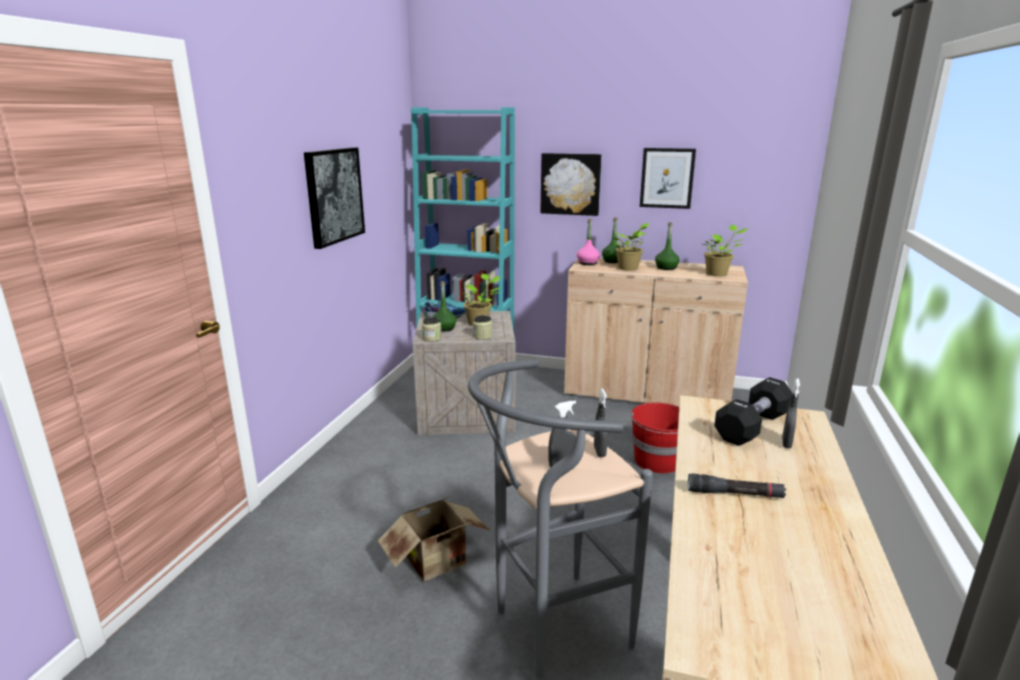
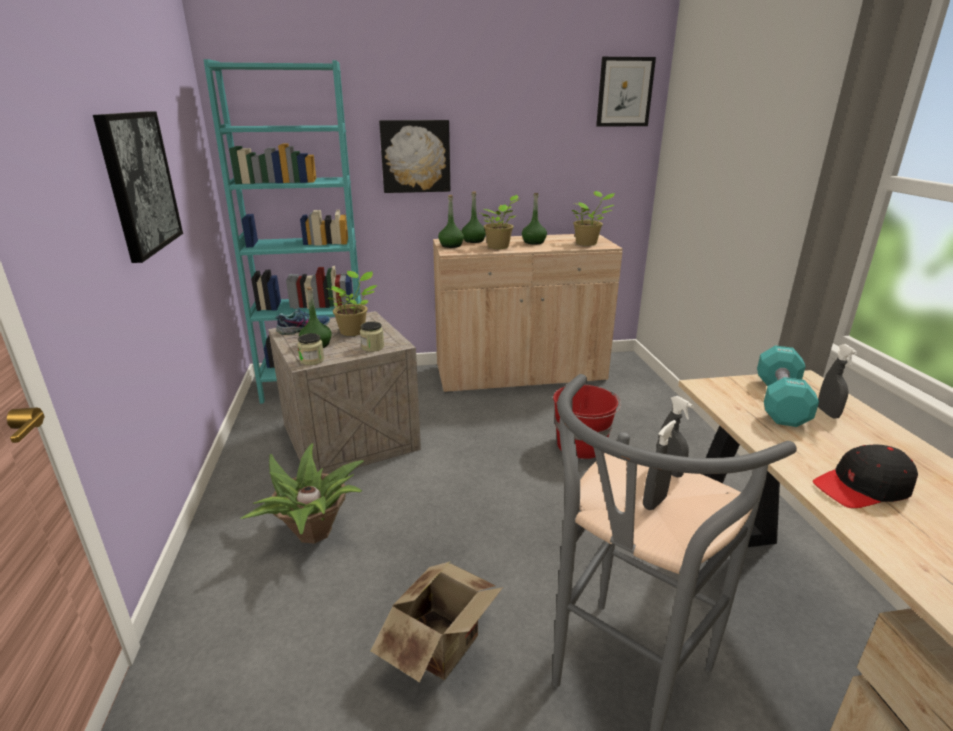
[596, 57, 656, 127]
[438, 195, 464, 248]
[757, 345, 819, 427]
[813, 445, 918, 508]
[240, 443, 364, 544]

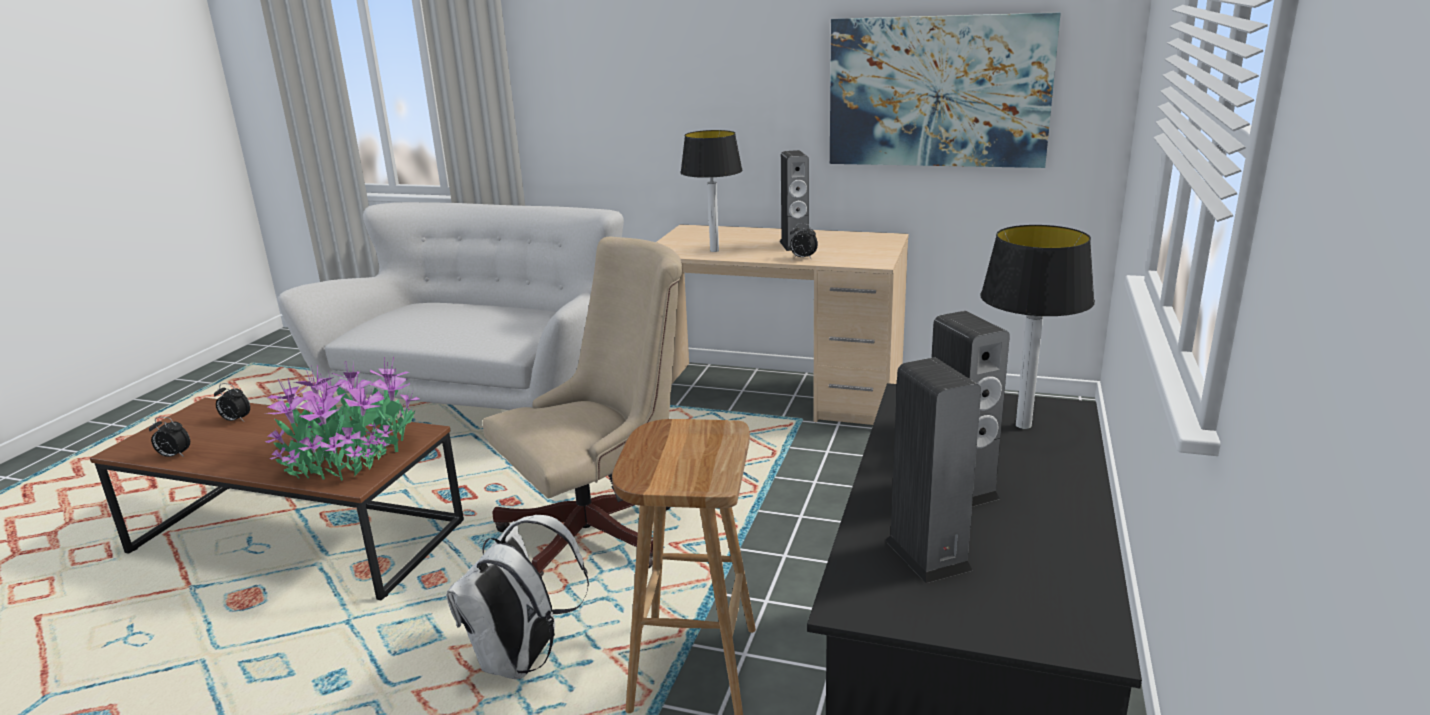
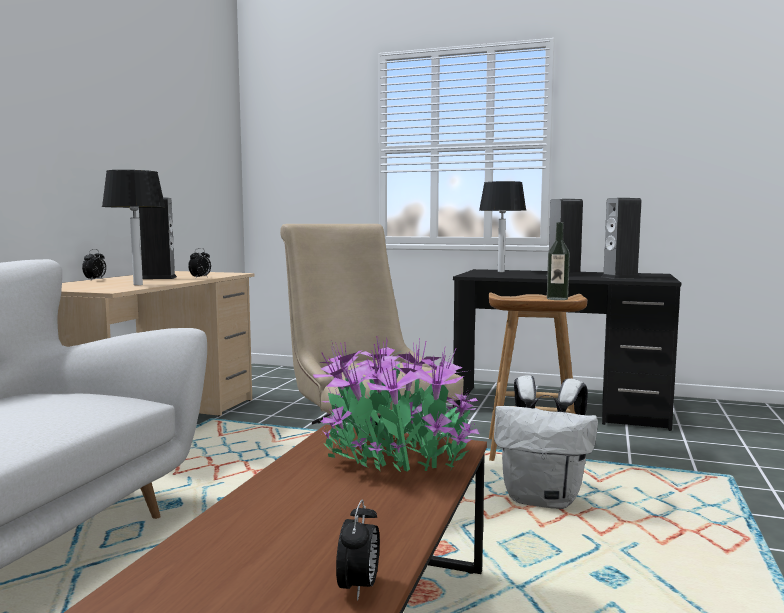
[830, 13, 1061, 168] (first image)
[82, 249, 106, 280]
[547, 222, 570, 300]

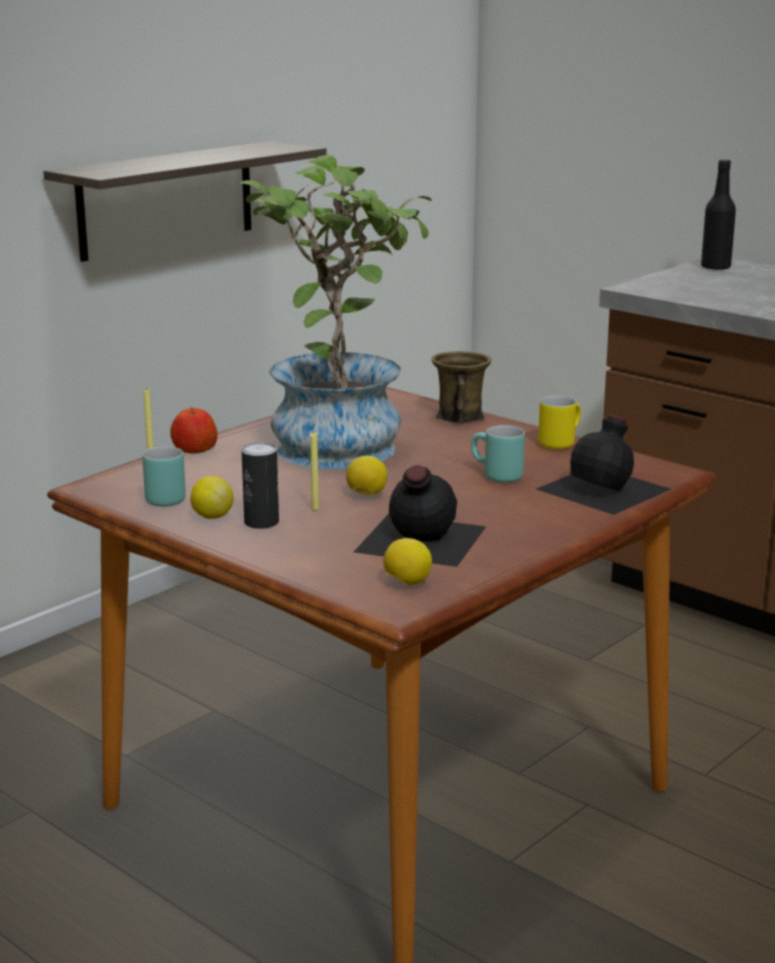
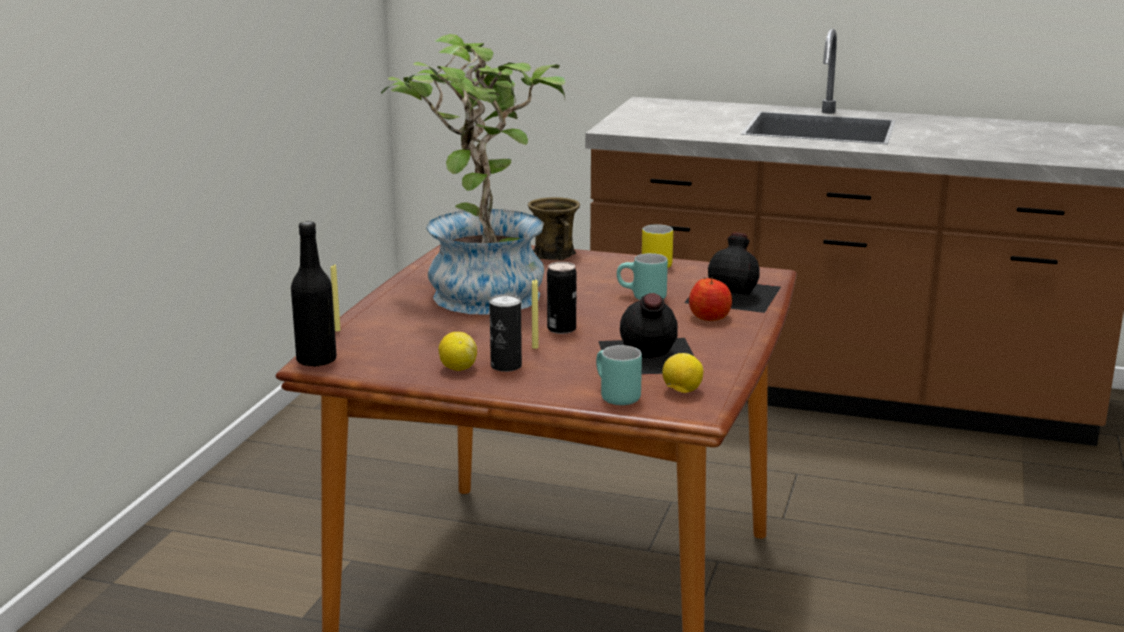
[43, 141, 327, 262] (first image)
[291, 221, 337, 367]
[689, 277, 732, 321]
[596, 345, 642, 405]
[547, 262, 577, 334]

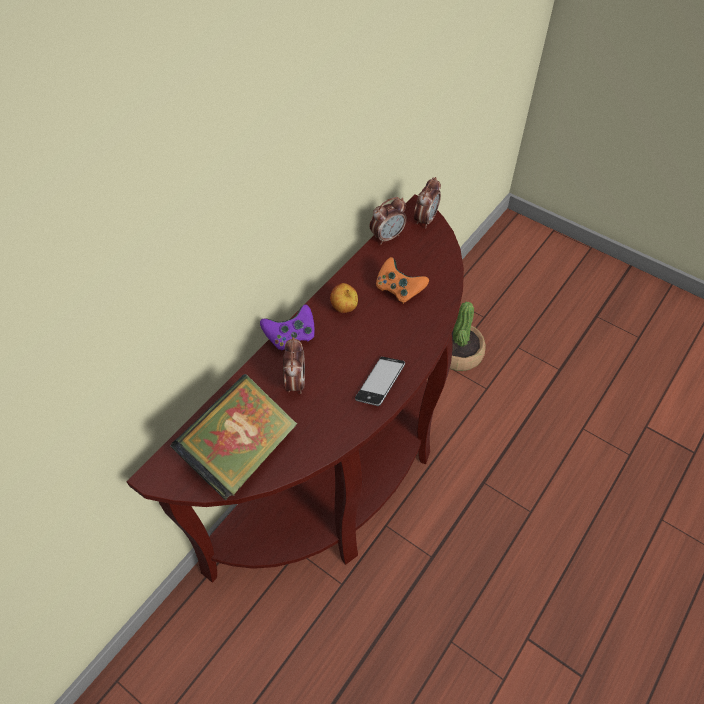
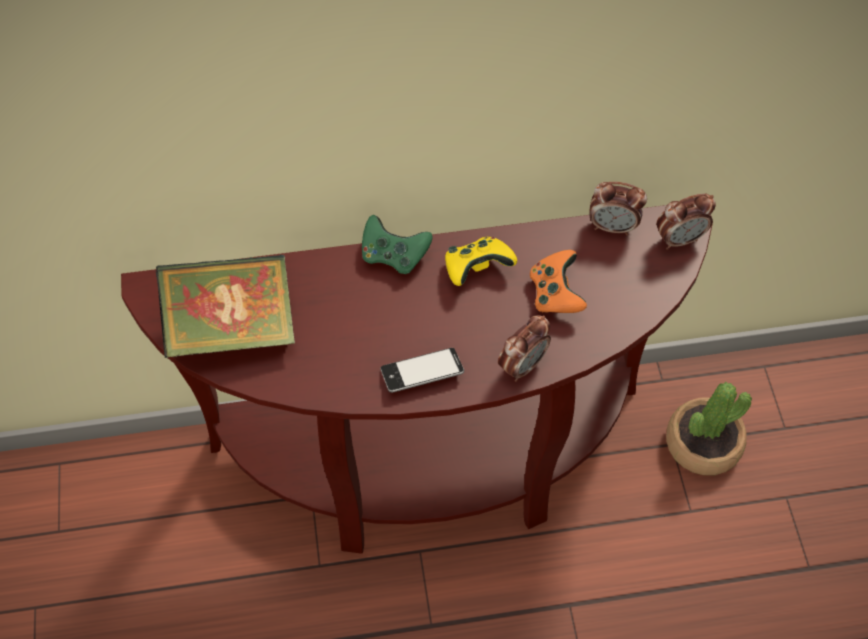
[445, 237, 517, 286]
[362, 215, 432, 274]
[498, 315, 551, 382]

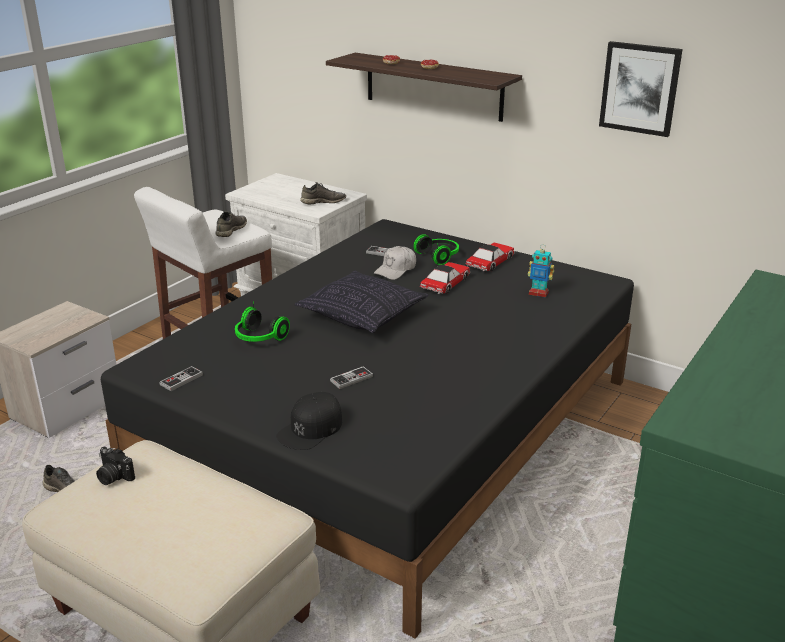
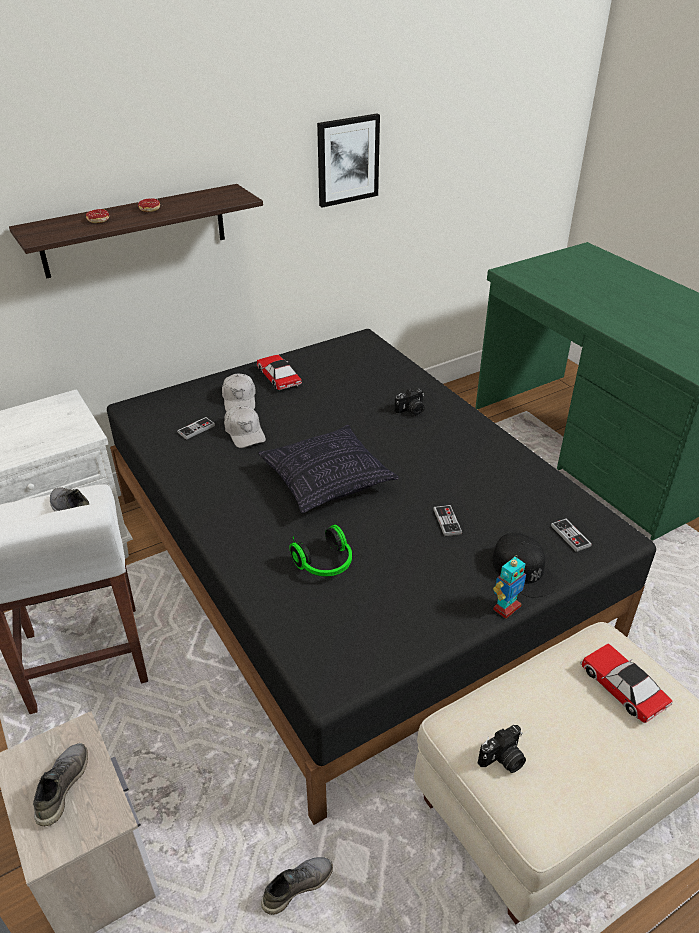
[33, 743, 88, 826]
[222, 374, 256, 412]
[493, 555, 526, 619]
[580, 643, 673, 723]
[551, 518, 592, 552]
[394, 388, 425, 416]

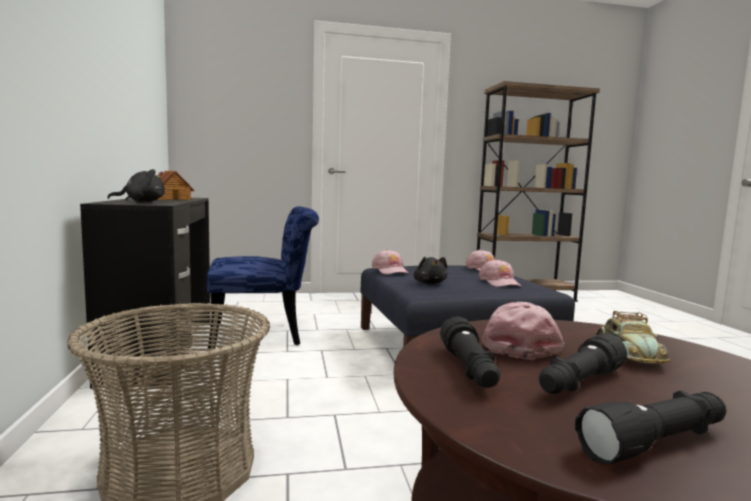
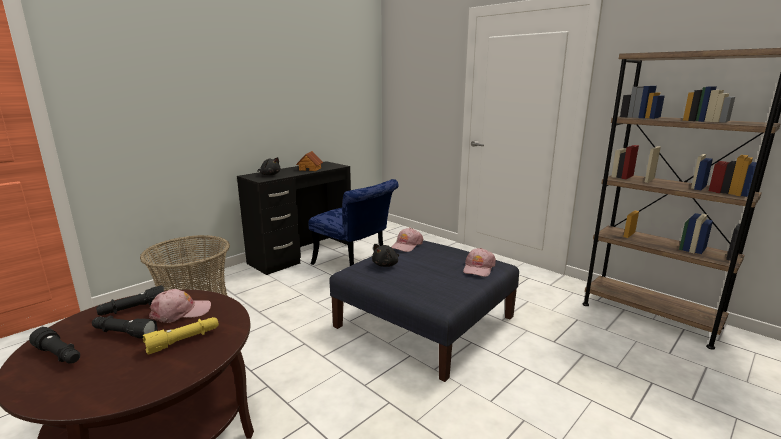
[479, 259, 521, 287] (first image)
[143, 317, 219, 355]

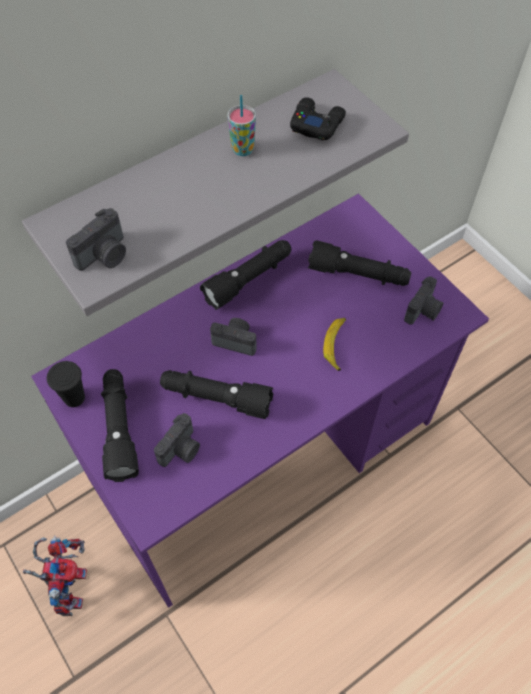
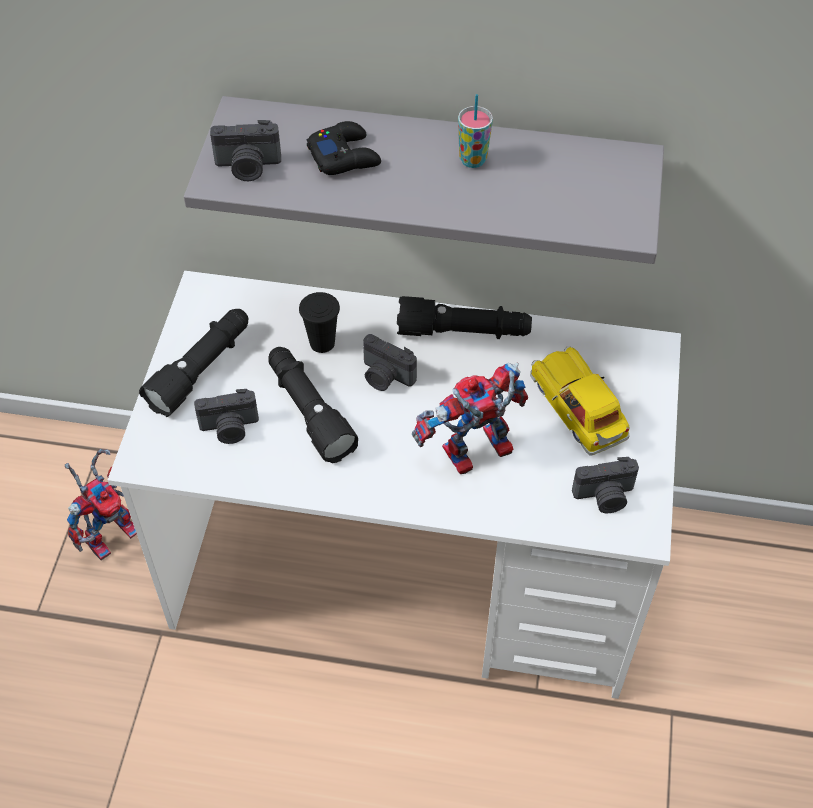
[306, 121, 381, 175]
[108, 271, 681, 699]
[530, 346, 630, 456]
[363, 334, 417, 391]
[412, 362, 528, 474]
[299, 292, 340, 353]

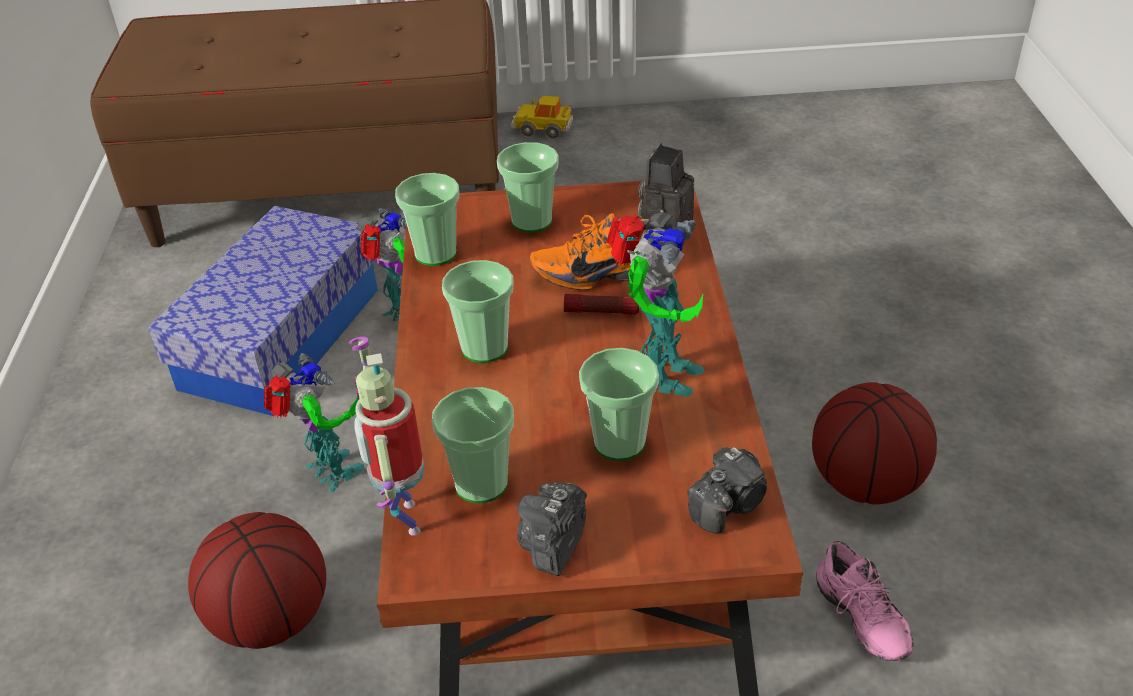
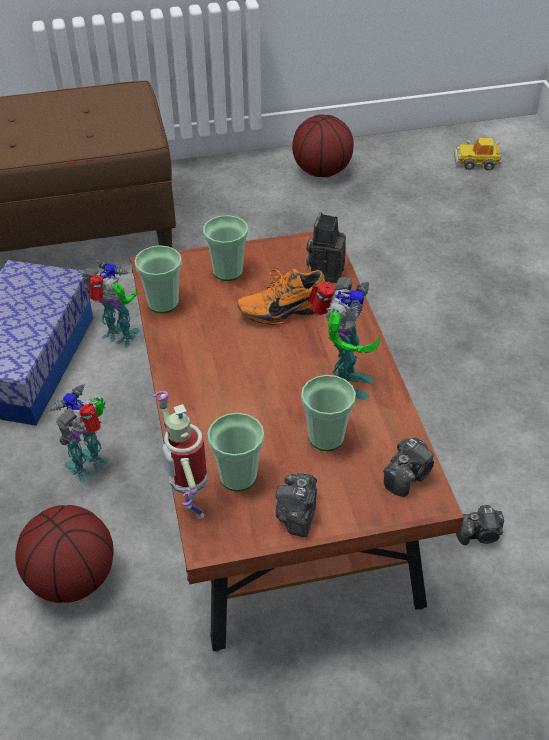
[454, 138, 502, 170]
[442, 260, 513, 363] (first image)
[564, 294, 640, 315] (first image)
[48, 384, 109, 483]
[292, 114, 354, 177]
[456, 505, 504, 545]

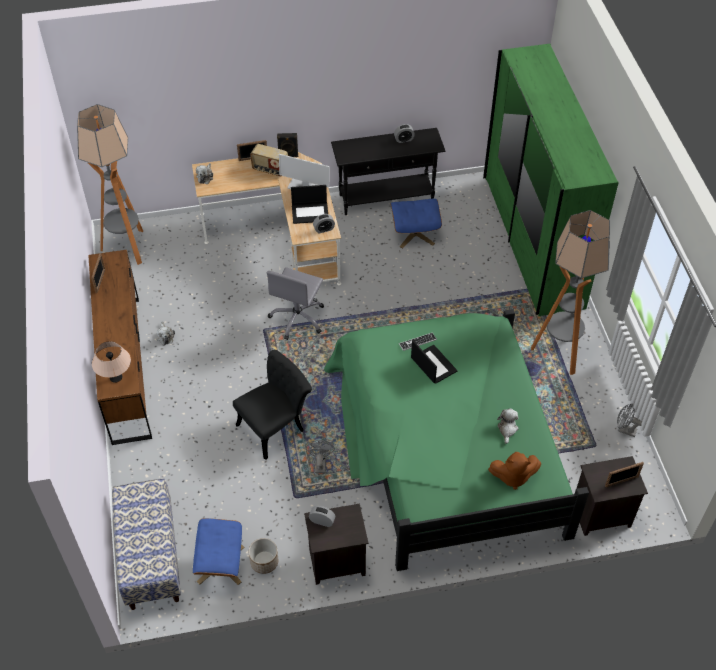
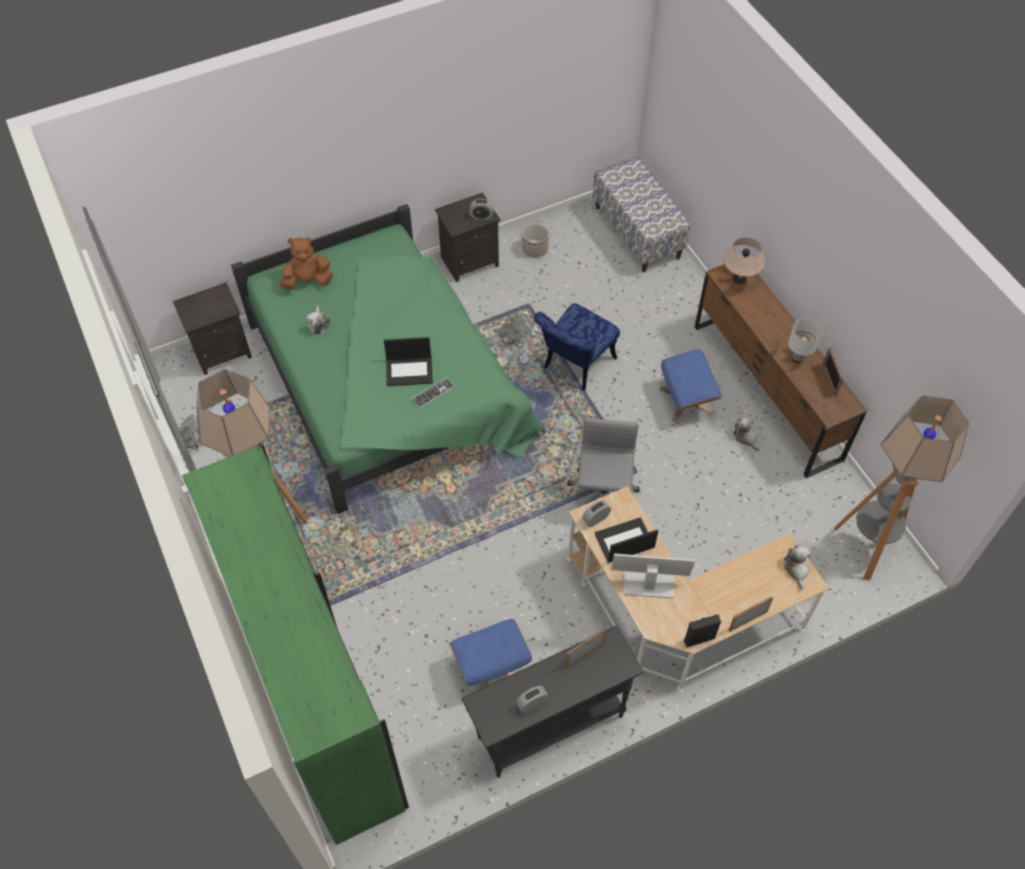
[250, 144, 288, 176] (first image)
[384, 337, 433, 386]
[534, 303, 620, 390]
[565, 629, 606, 668]
[659, 349, 722, 423]
[788, 318, 823, 363]

